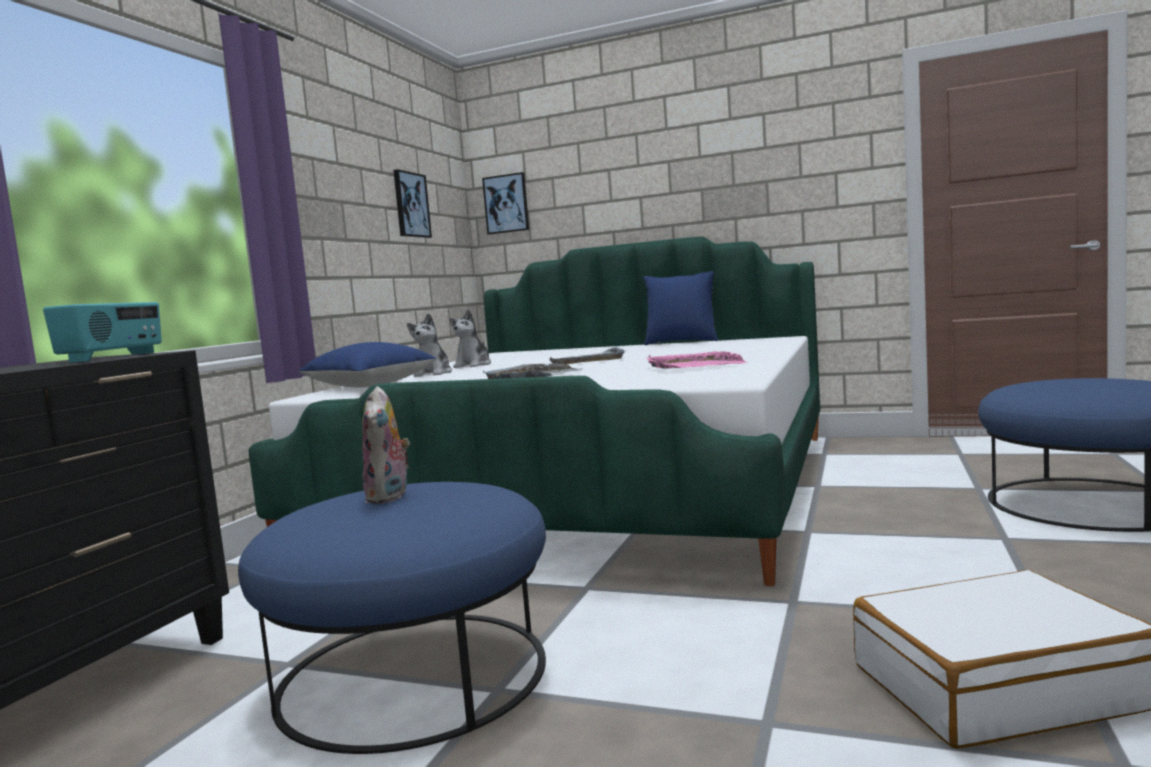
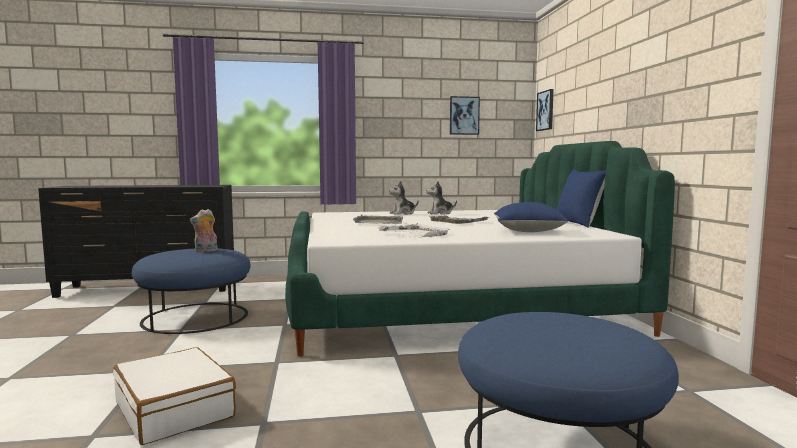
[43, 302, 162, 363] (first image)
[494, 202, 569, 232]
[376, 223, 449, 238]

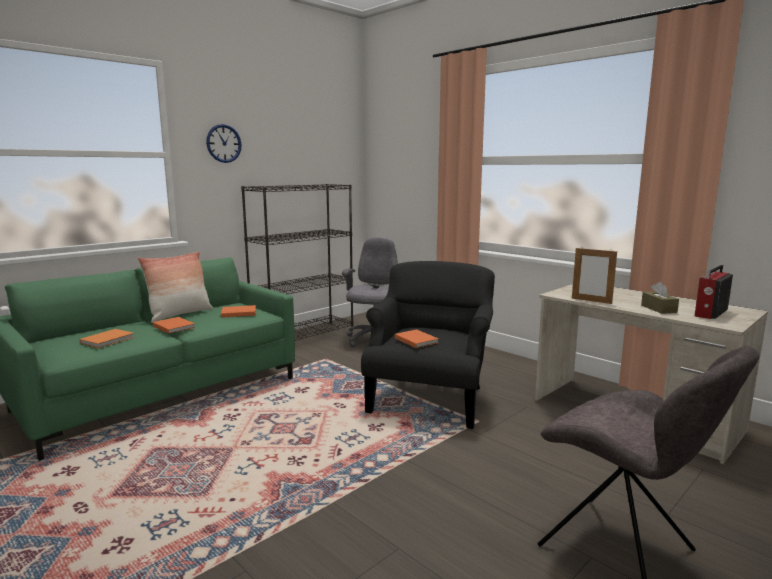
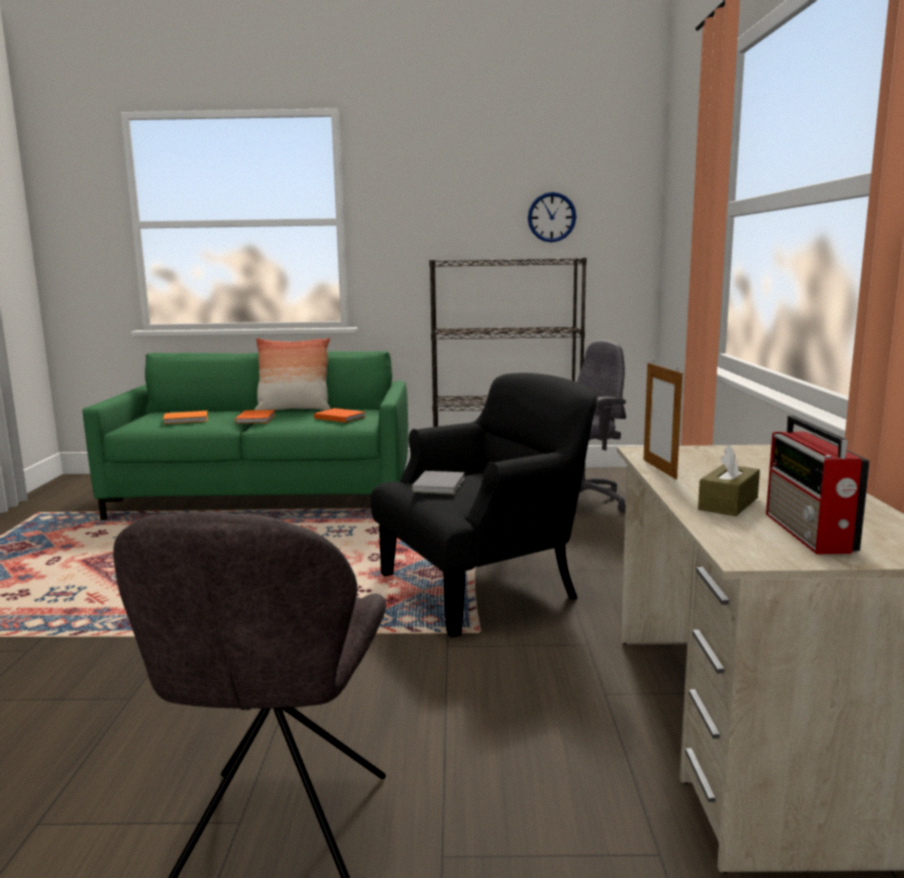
[528, 192, 576, 242]
[766, 416, 870, 554]
[412, 471, 465, 495]

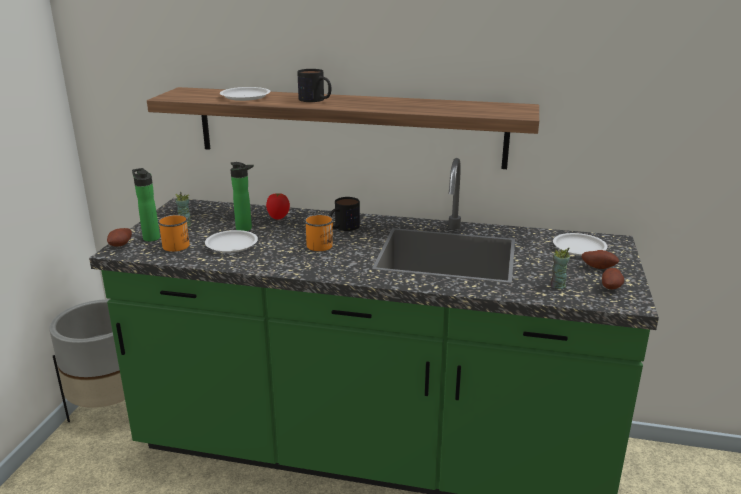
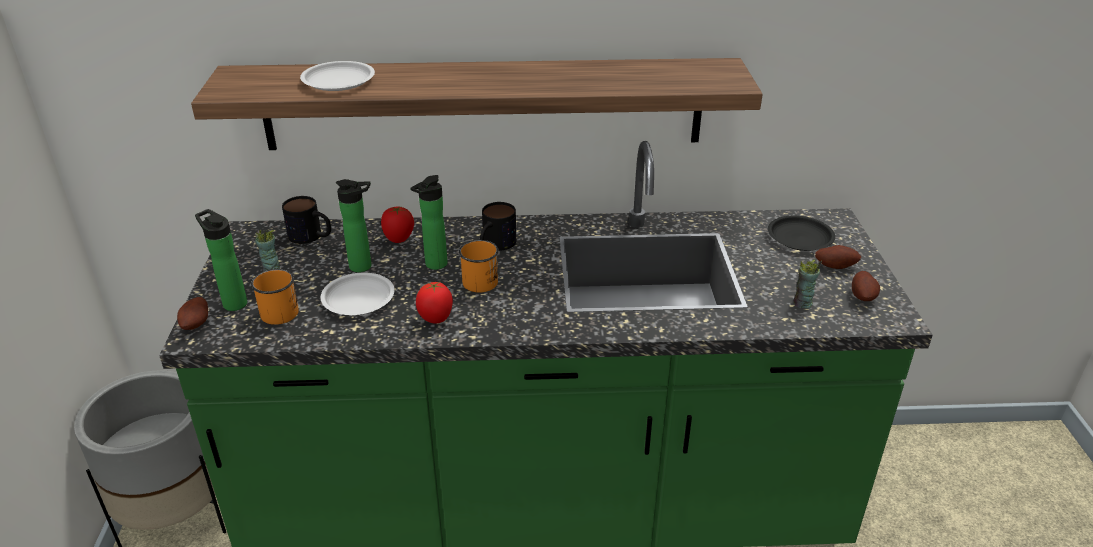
[282, 196, 331, 244]
[768, 216, 835, 251]
[410, 175, 448, 270]
[416, 282, 453, 324]

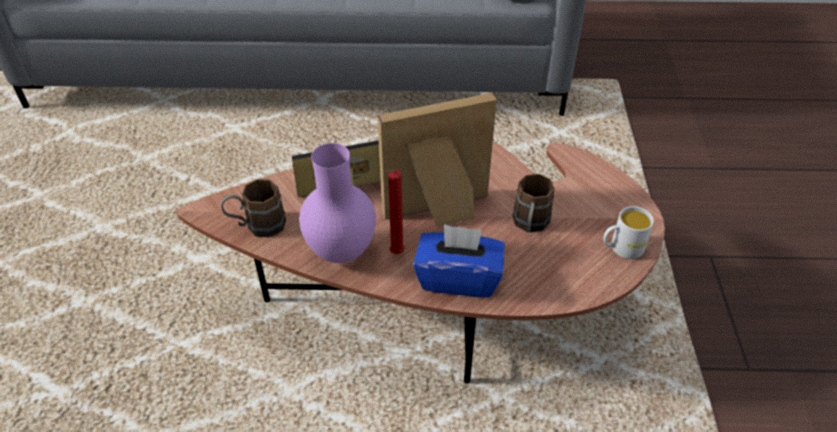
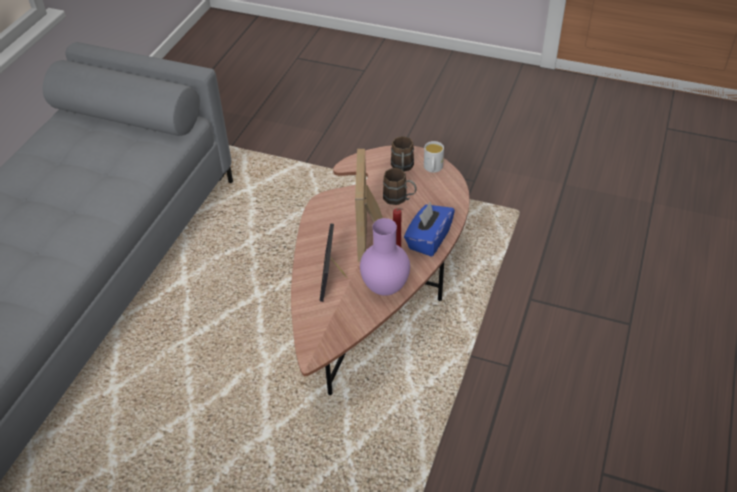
[391, 136, 414, 172]

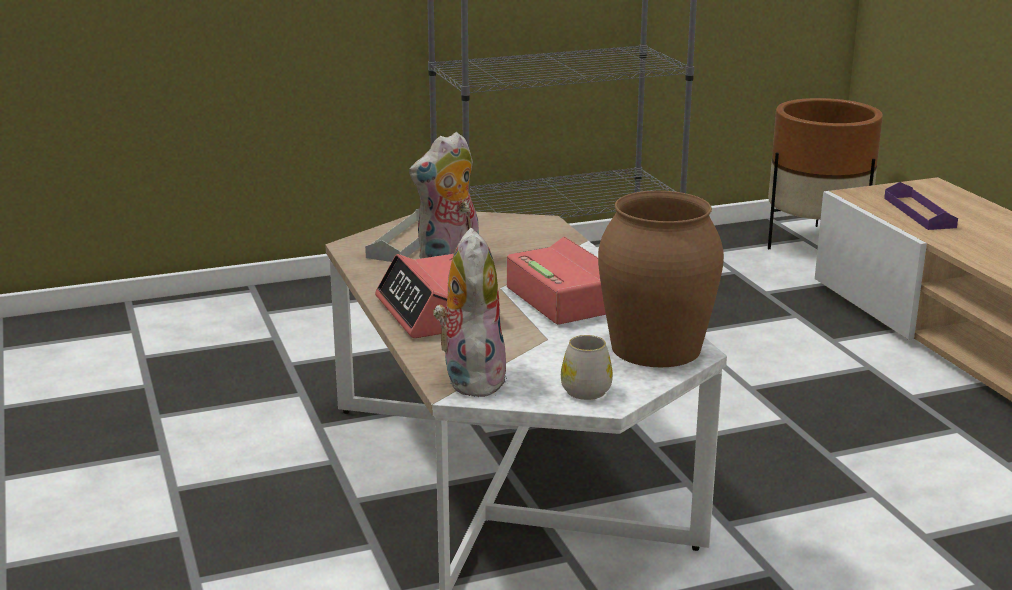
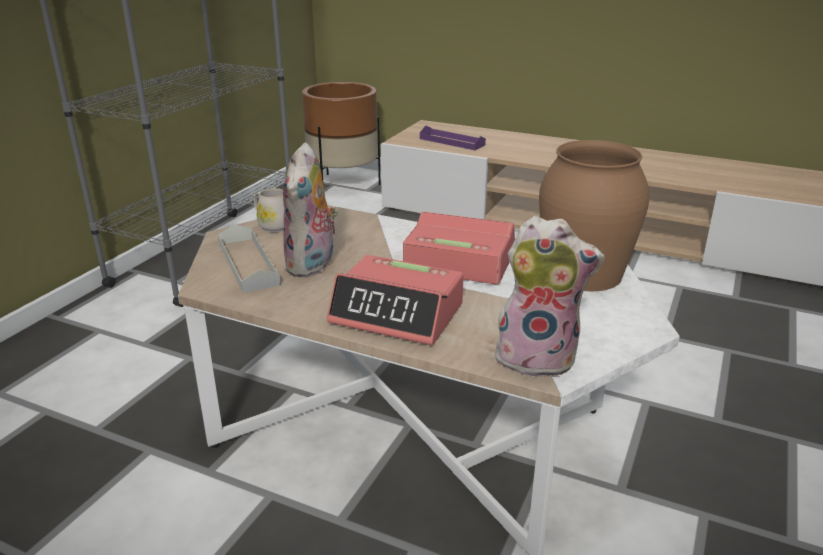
[495, 215, 605, 378]
[254, 188, 284, 232]

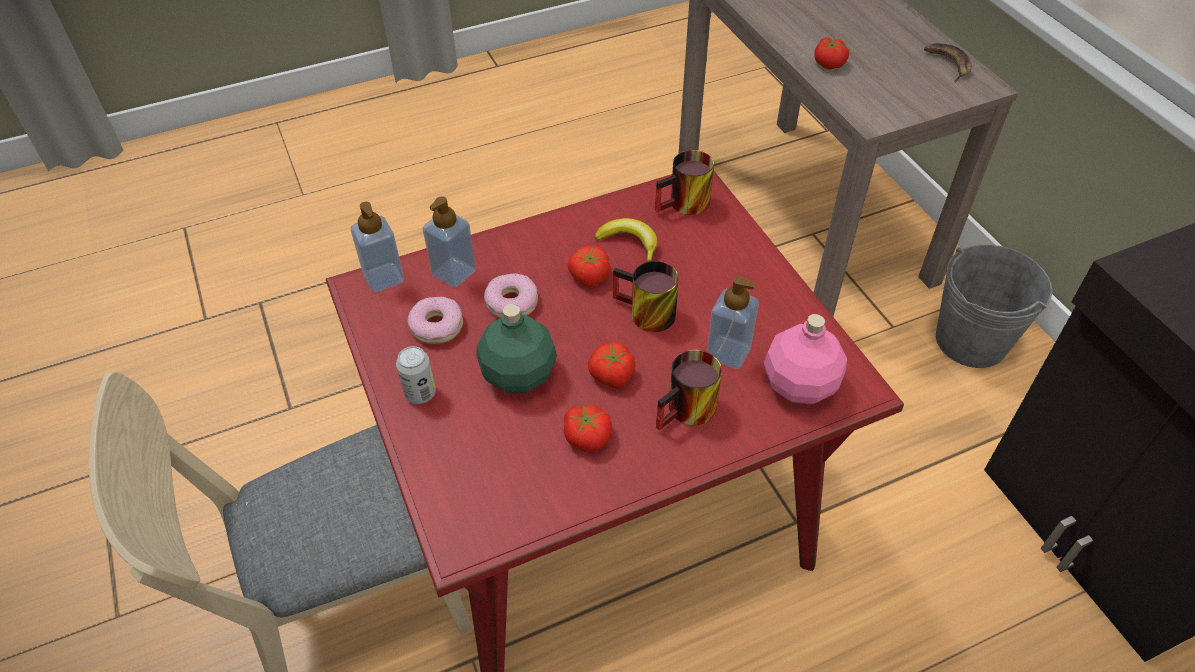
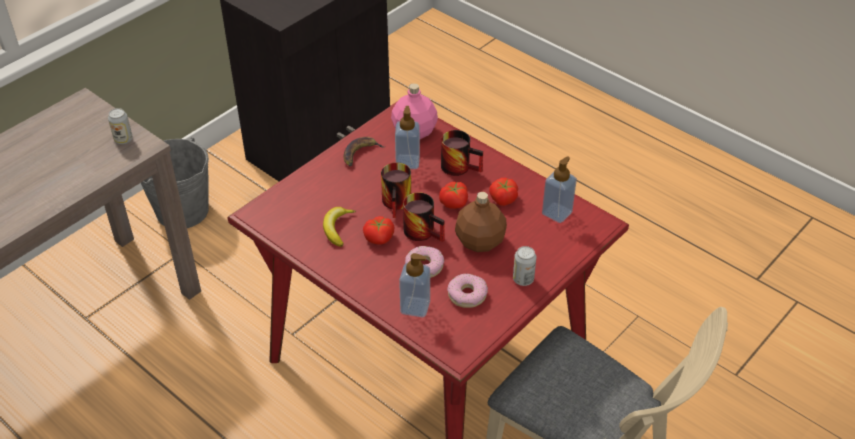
[814, 37, 849, 70] (first image)
[344, 137, 385, 166]
[403, 192, 445, 242]
[542, 156, 577, 223]
[455, 192, 507, 252]
[108, 108, 133, 144]

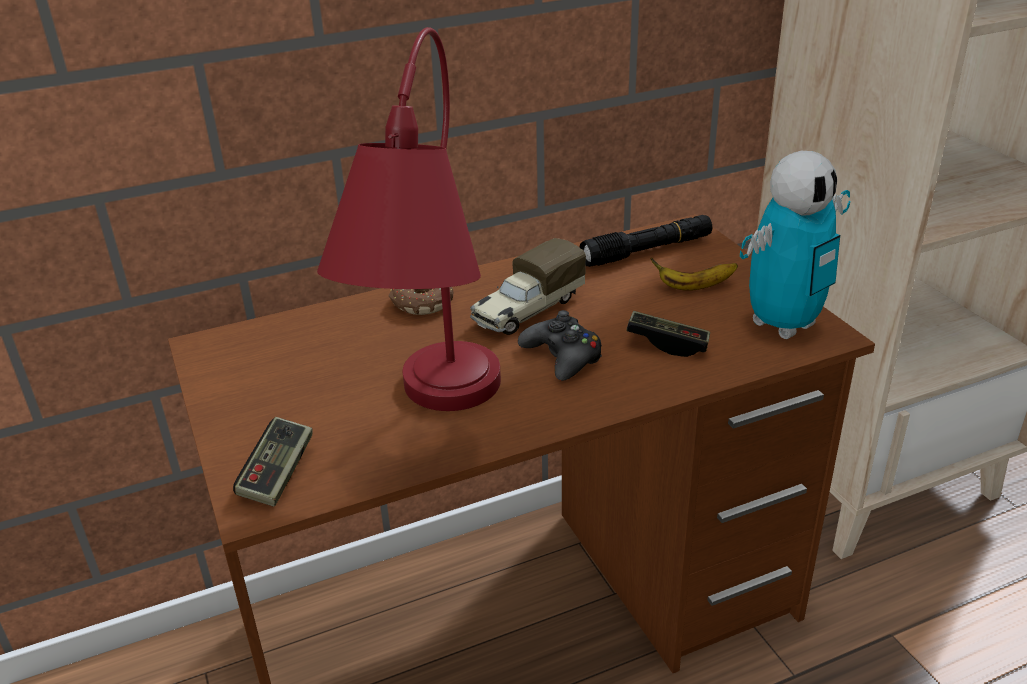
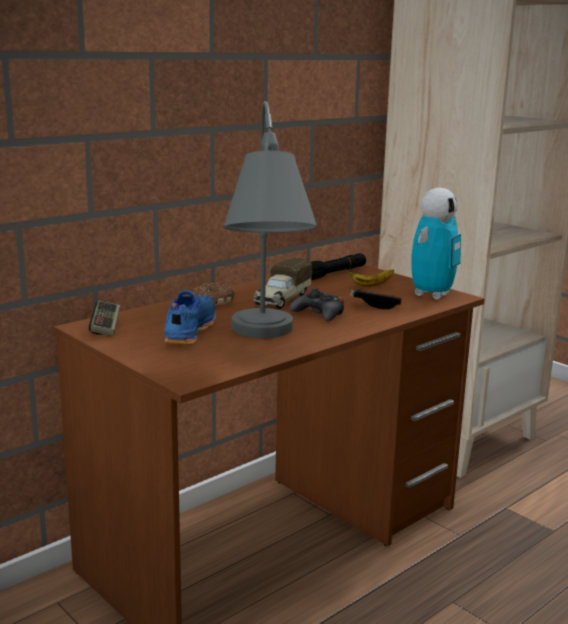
[223, 101, 317, 338]
[89, 301, 120, 336]
[164, 290, 216, 345]

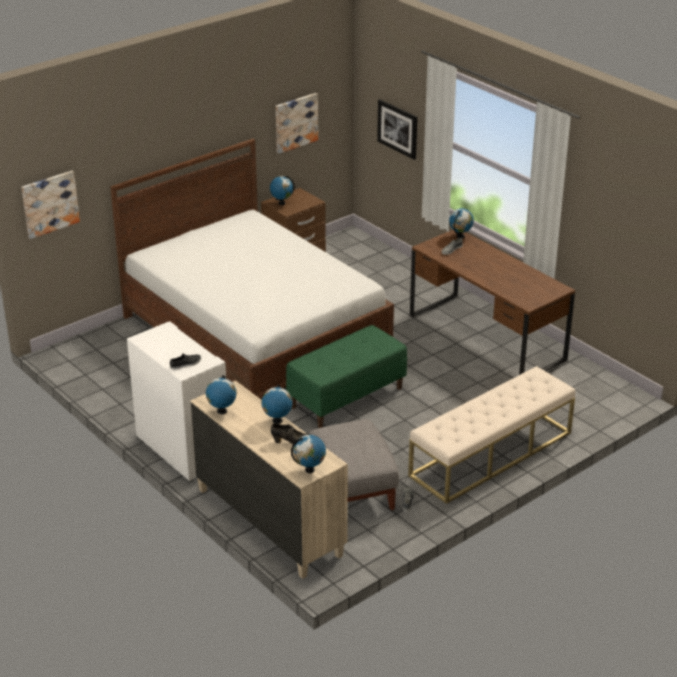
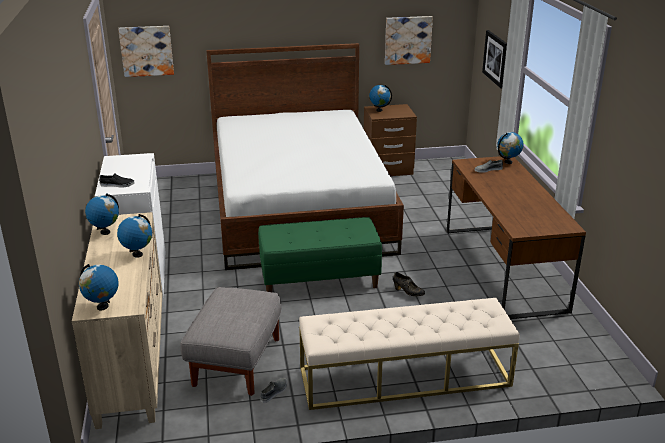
[393, 272, 425, 296]

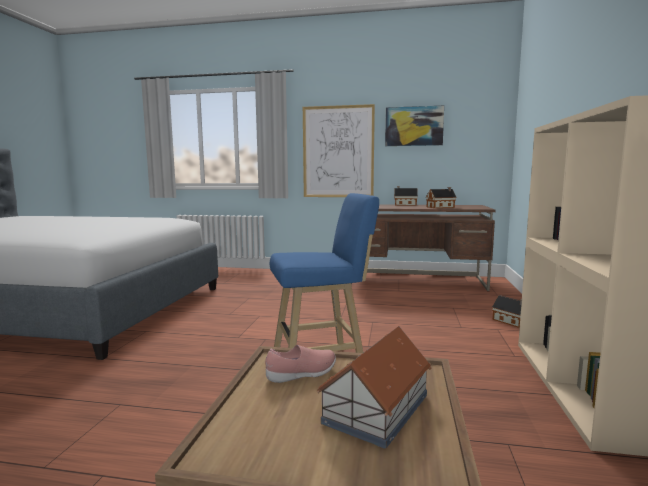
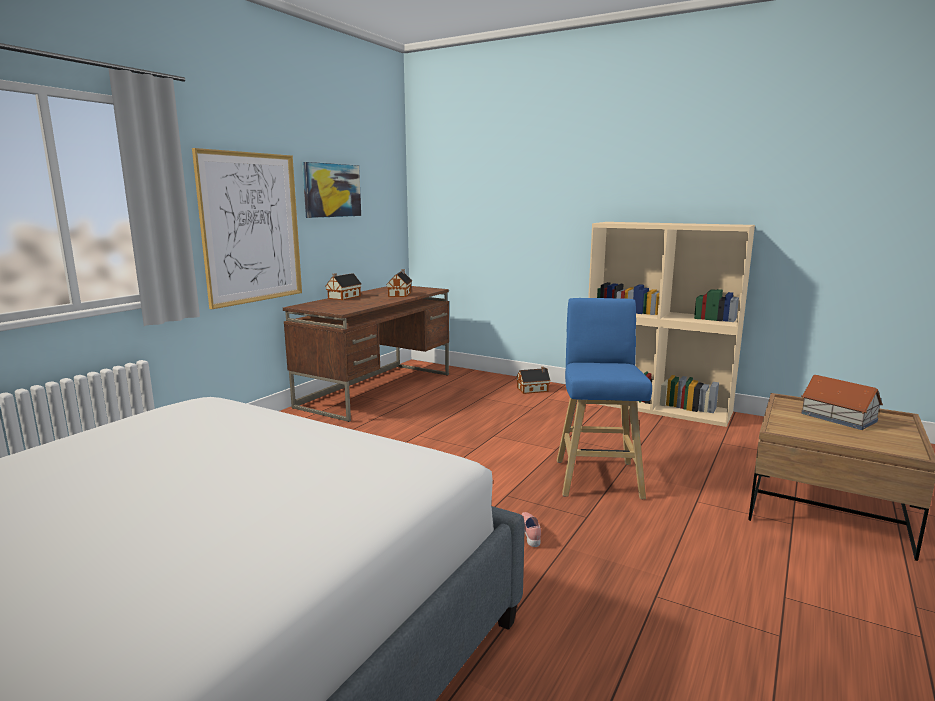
[521, 512, 541, 547]

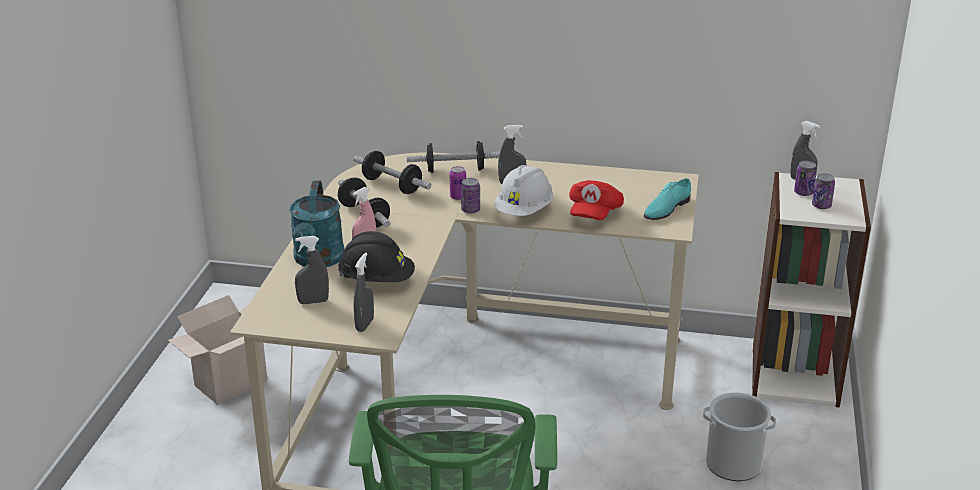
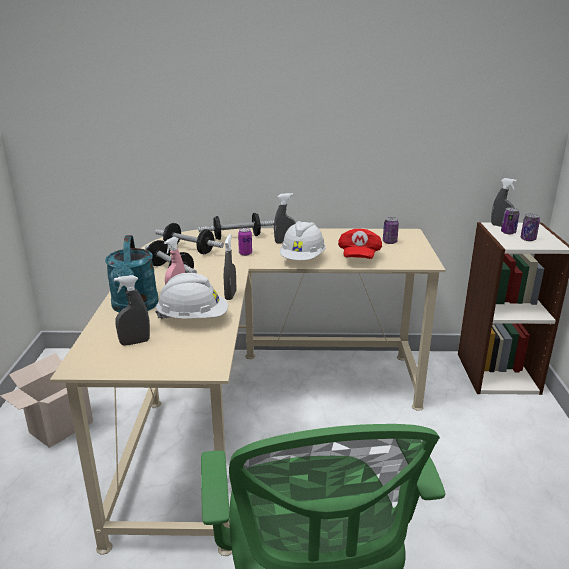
[383, 217, 399, 244]
[644, 178, 691, 220] (first image)
[155, 273, 228, 320]
[224, 234, 236, 300]
[703, 392, 776, 481] (first image)

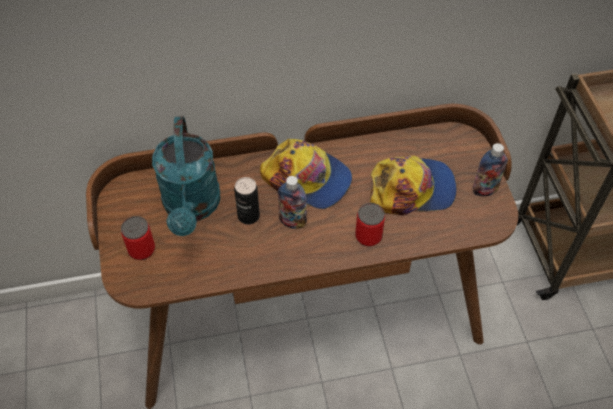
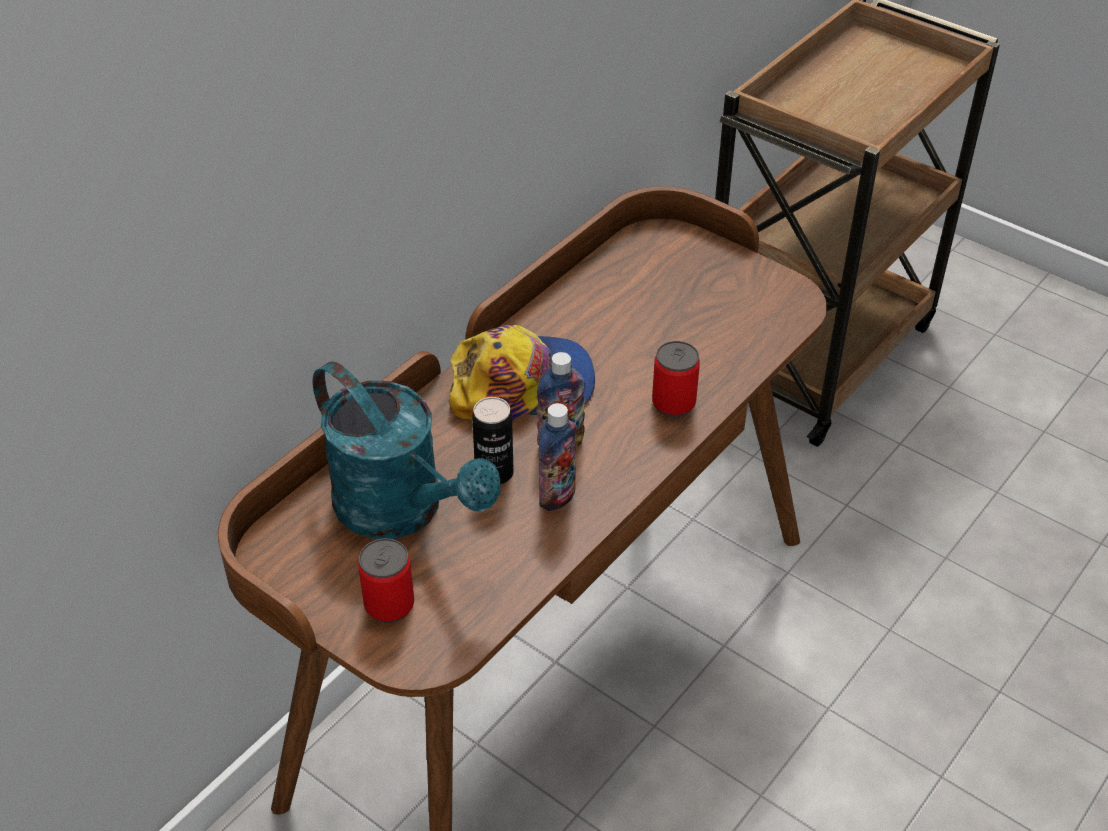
[539, 403, 576, 511]
[370, 155, 457, 215] (first image)

